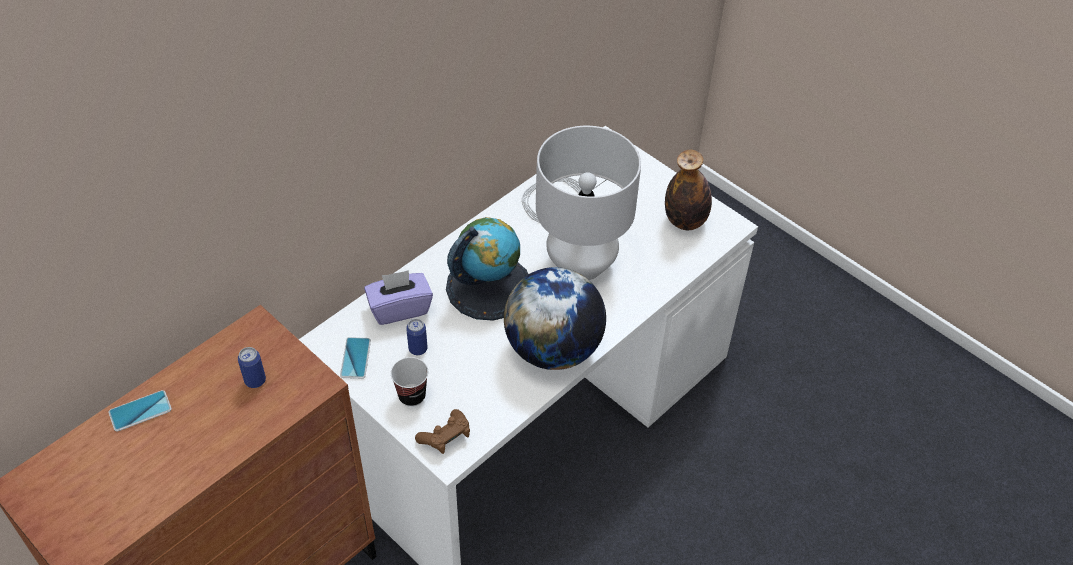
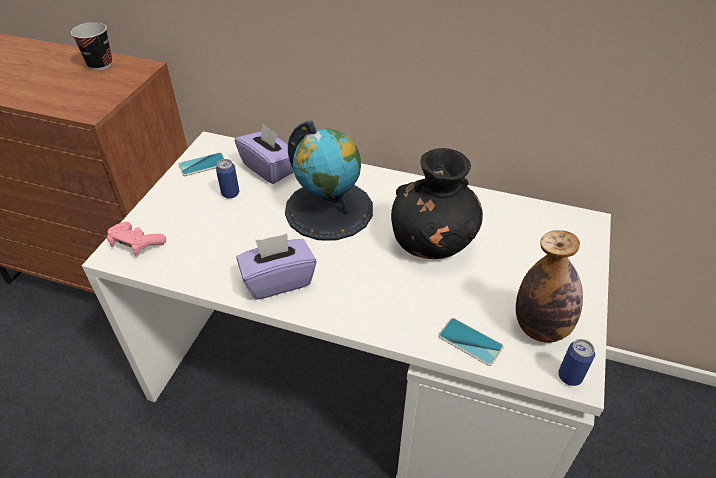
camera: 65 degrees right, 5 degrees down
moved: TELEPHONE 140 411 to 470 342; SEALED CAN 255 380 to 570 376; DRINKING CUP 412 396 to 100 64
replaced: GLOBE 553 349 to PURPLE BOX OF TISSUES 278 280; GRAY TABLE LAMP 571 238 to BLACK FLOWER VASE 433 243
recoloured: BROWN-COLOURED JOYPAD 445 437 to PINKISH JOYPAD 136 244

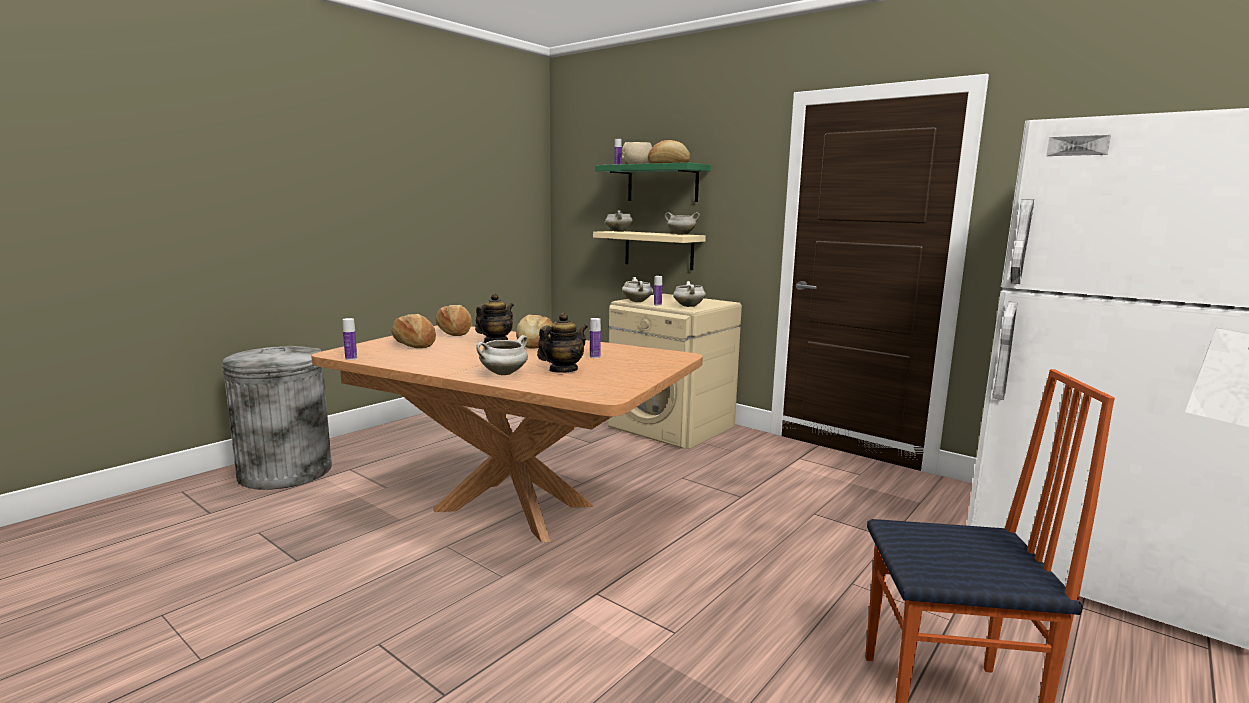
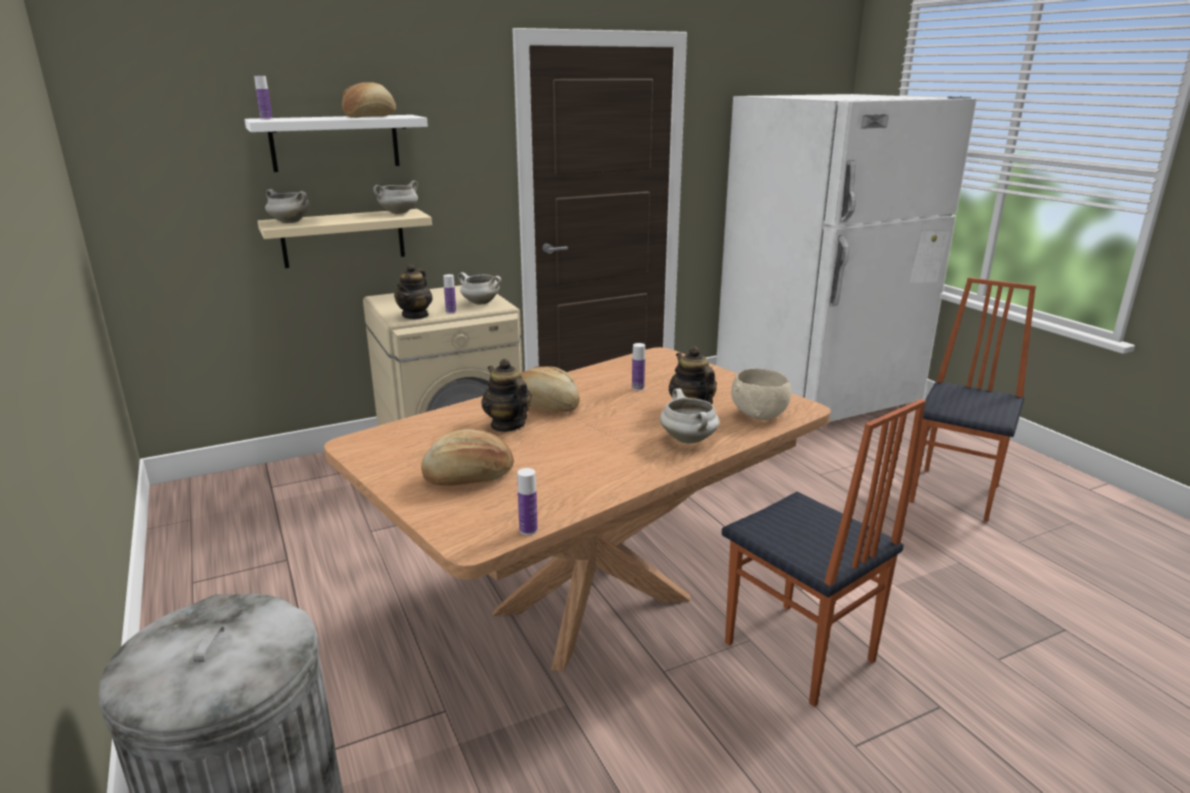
camera: 65 degrees left, 10 degrees up
removed: BAKERY BREAD 455 332
added: PLAIN CHAIR 798 654
moved: BEIGE-COLOURED BOWL 637 165 to 760 414
replaced: WHITISH COOKING POT 637 301 to POT FOR TEA 415 315
recoloured: GREEN BRACKET SHELF 662 183 to WHITISH BRACKET SHELF 335 143

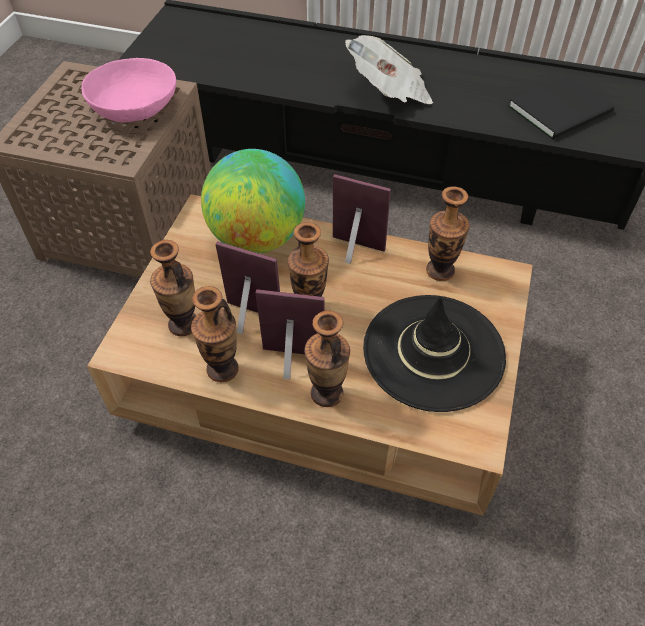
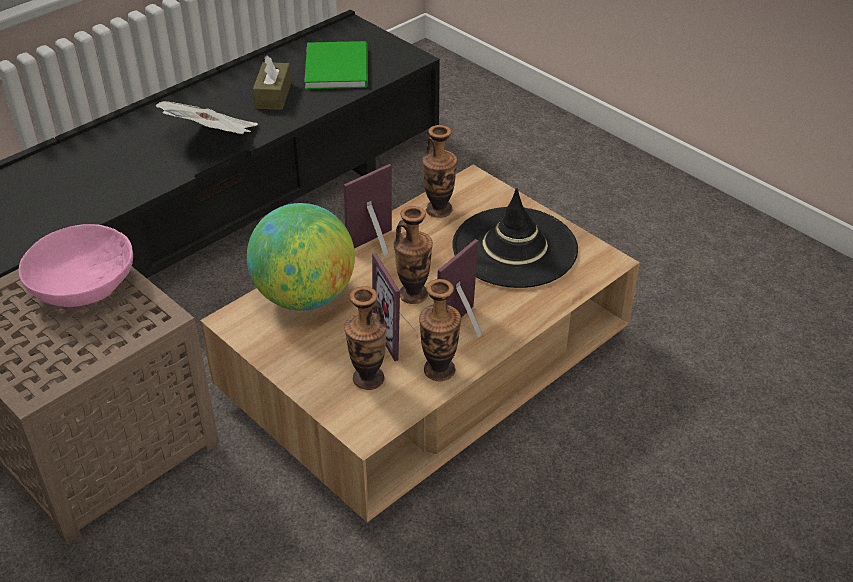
camera: 60 degrees left, 10 degrees down
removed: FLOWER VASE 326 393
added: BROWN-COLOURED BOX OF TISSUES 273 95
recoloured: BLACK VOLUME 563 109 to GREEN VOLUME 339 66
turned: STANDING FRAME 248 321 = 399 336 75 degrees counterclockwise

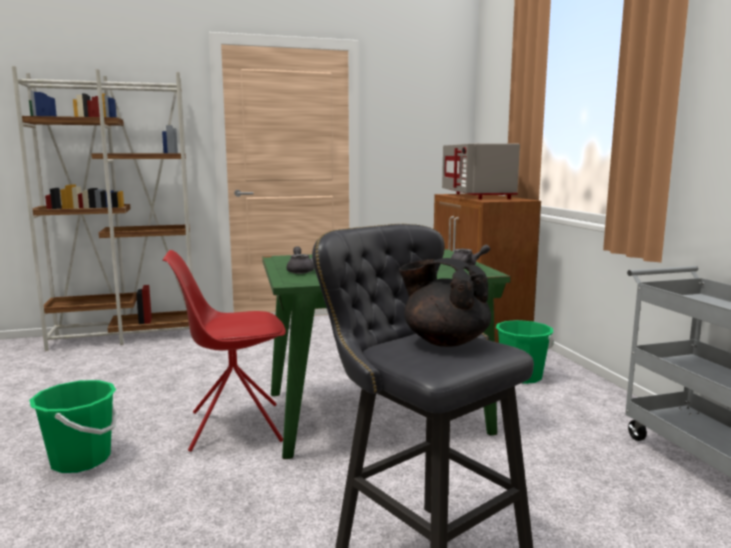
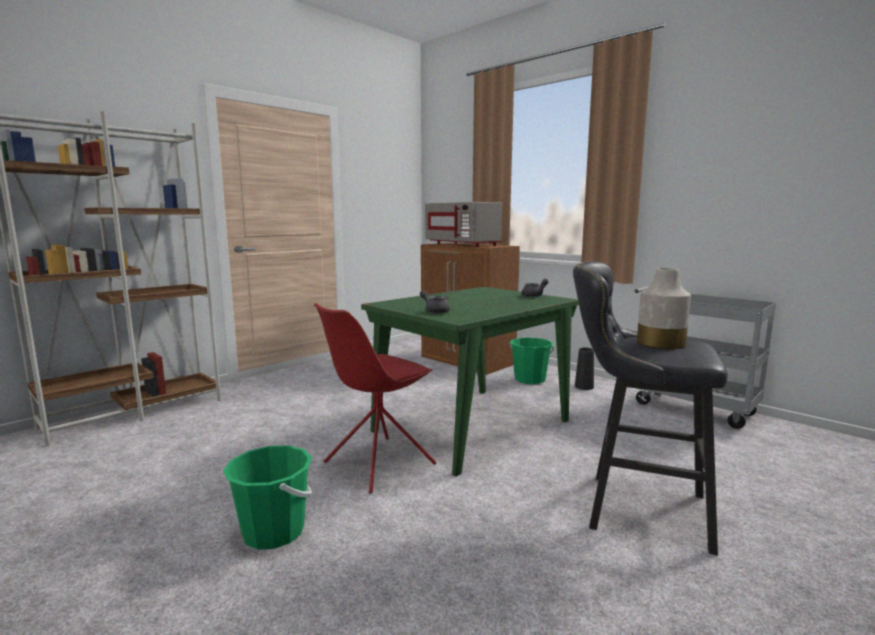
camera: 30 degrees left, 0 degrees up
added: BLACK FLOWER VASE 584 386
replaced: BLACK POT FOR TEA 444 341 to BEIGE-COLOURED FLOWER VASE 660 343

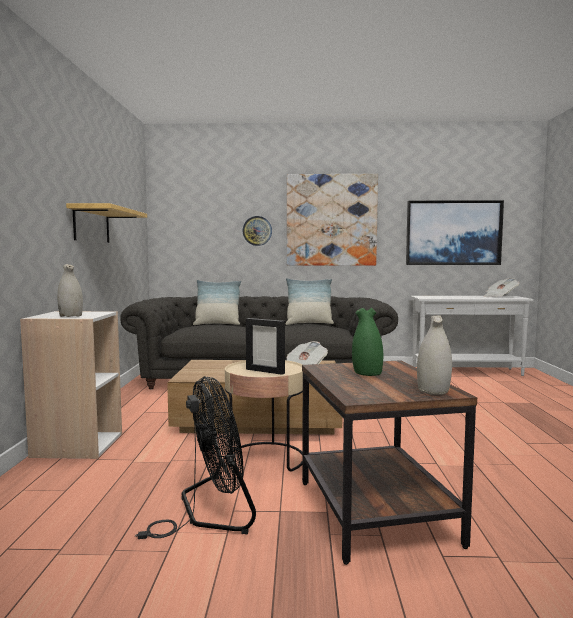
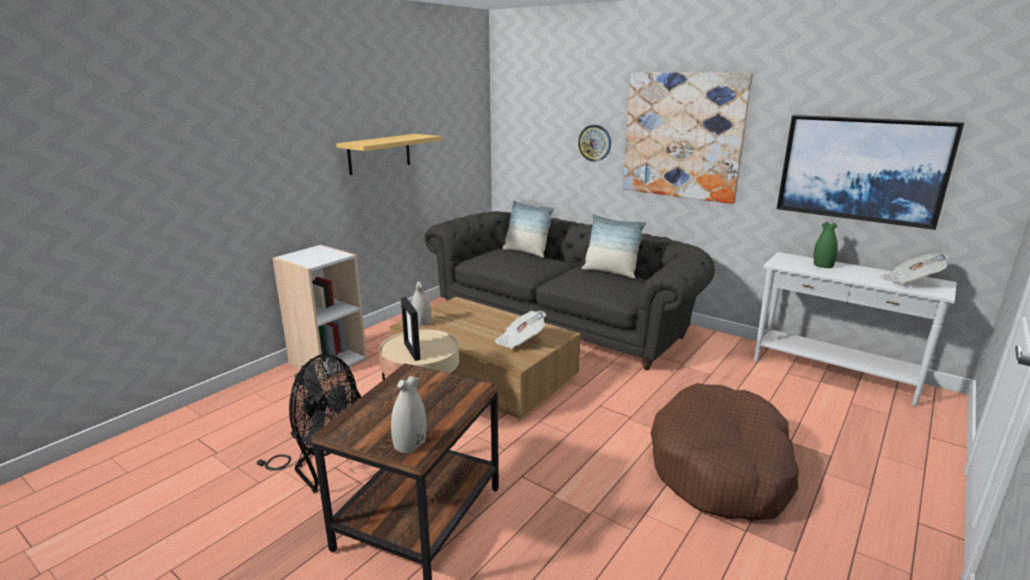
camera: 35 degrees right, 15 degrees up
added: BROWN-COLOURED DOG CUSHION 721 467
moved: WHITISH FLOWER VASE 70 316 to 422 323; GREEN FLOWER VASE 367 373 to 822 265

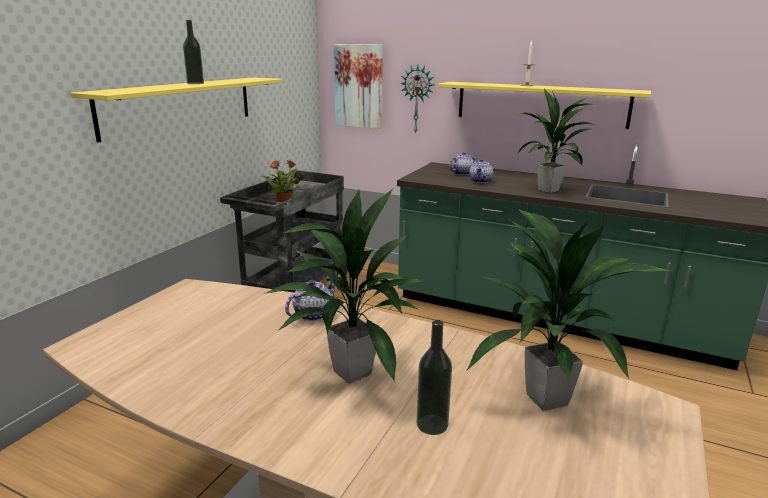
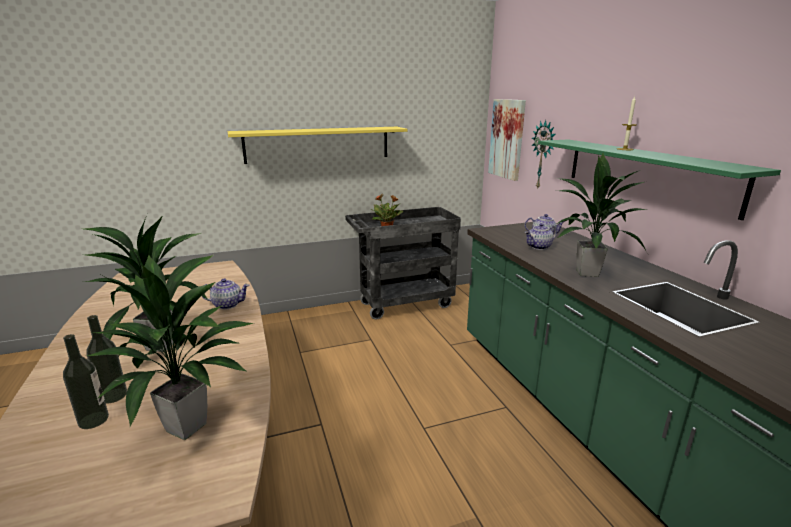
camera: 45 degrees right, 0 degrees up
moved: BEVERAGE BOTTLE 195 83 to 93 420
recoloured: YELLOWISH BRACKET SHELF 540 104 to GREEN BRACKET SHELF 645 173

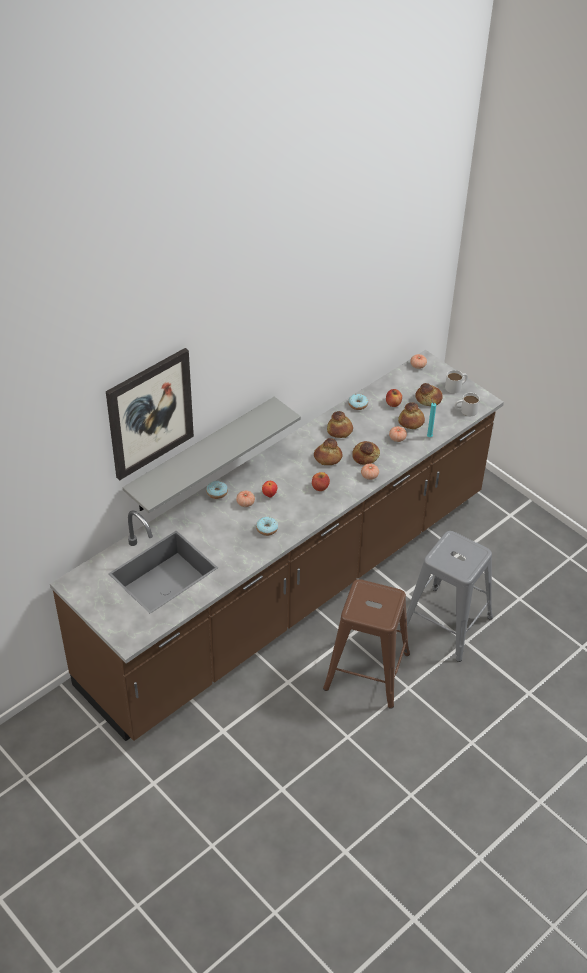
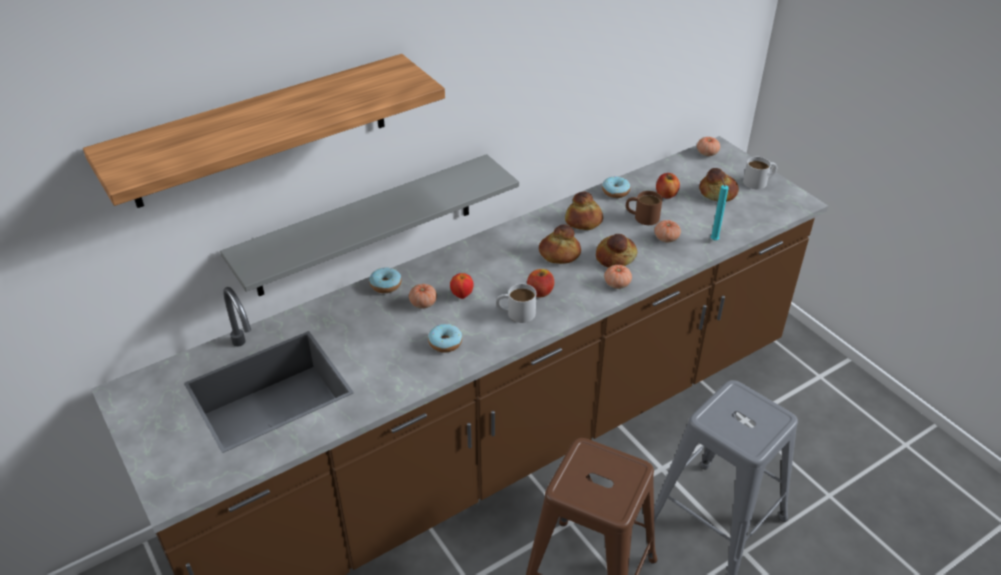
camera: 10 degrees right, 5 degrees down
removed: BAKERY BREAD 411 422
added: BROWN-COLOURED MUG 642 216
moved: WHITISH MUG 465 410 to 515 313
replaced: WALL ART 150 413 to BRACKET SHELF 260 131

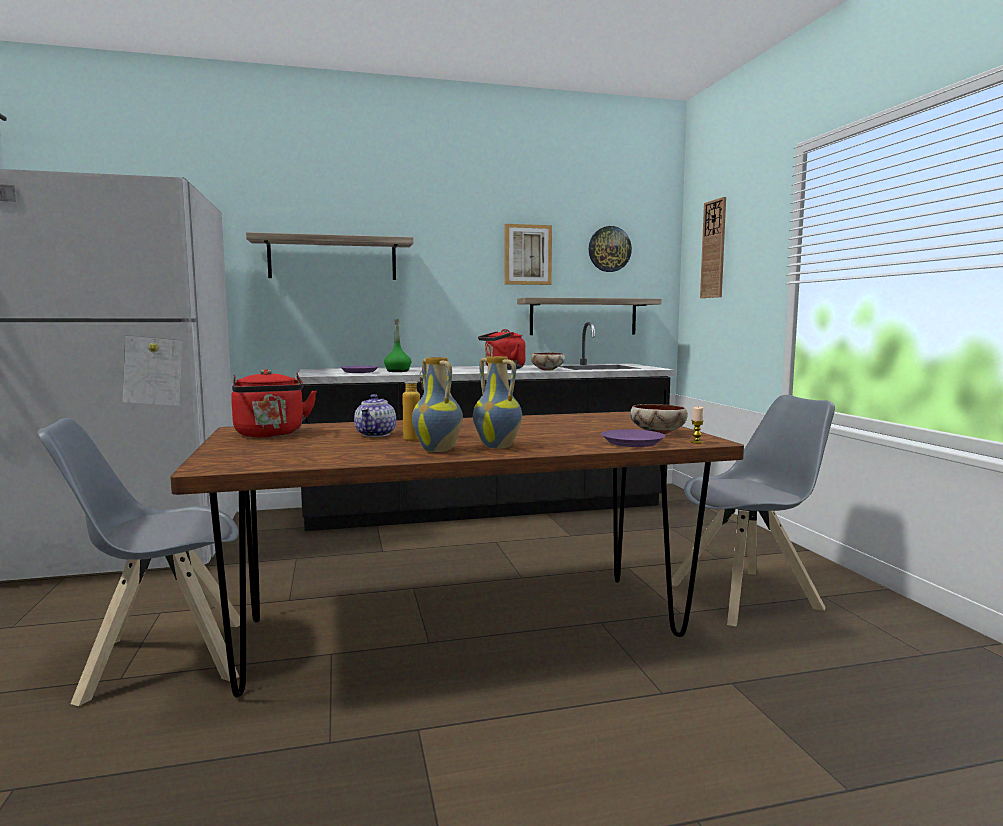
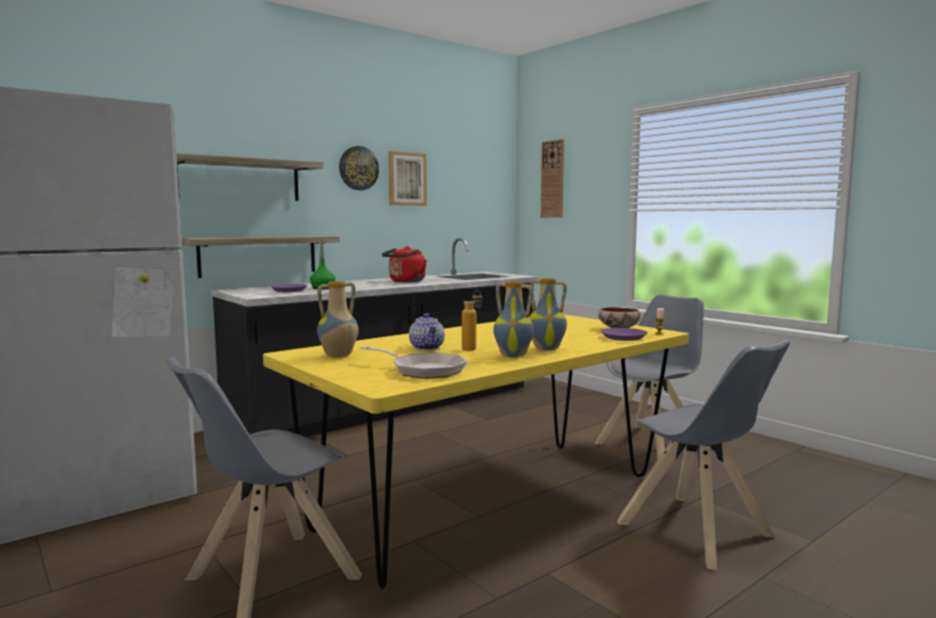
camera: 25 degrees left, 0 degrees up
removed: BOWL 547 370
added: FRYING PAN 423 370; GRAY PLAIN CHAIR 698 532
moved: BRACKET SHELF 583 316 to 258 255; WALL CLOCK 609 249 to 358 168
replaced: RED WATER KETTLE 270 435 to FLOWER VASE 338 356
recoloured: BROWN-COLOURED DINNER TABLE 464 627 to YELLOWISH DINNER TABLE 492 500

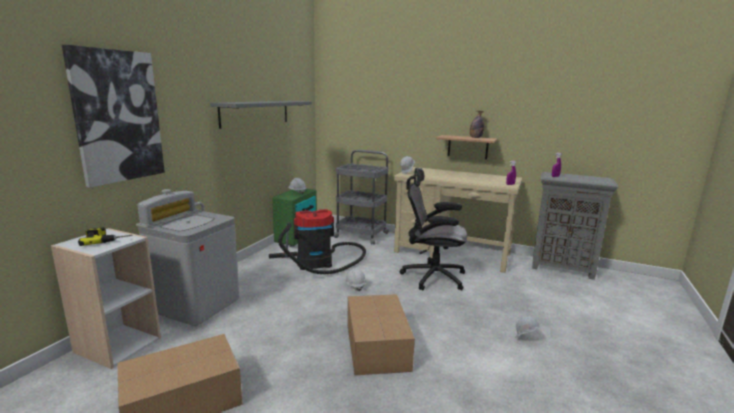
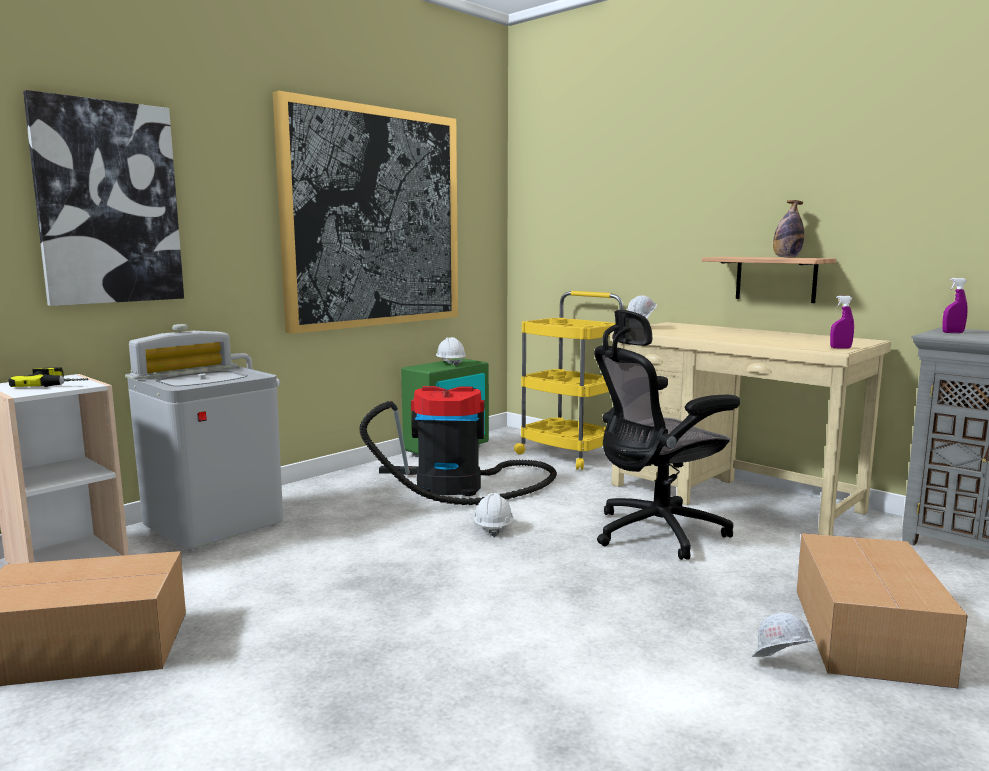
camera: 20 degrees right, 5 degrees down
moved: CARDBOARD BOX 377 345 to 868 633
replaced: GRAY BRACKET SHELF 255 113 to WALL ART 373 218
recoloured: GRAY WHEELED CART 361 235 to YELLOWISH WHEELED CART 568 454
turned: DESK CHAIR 433 278 = 658 533 60 degrees counterclockwise

